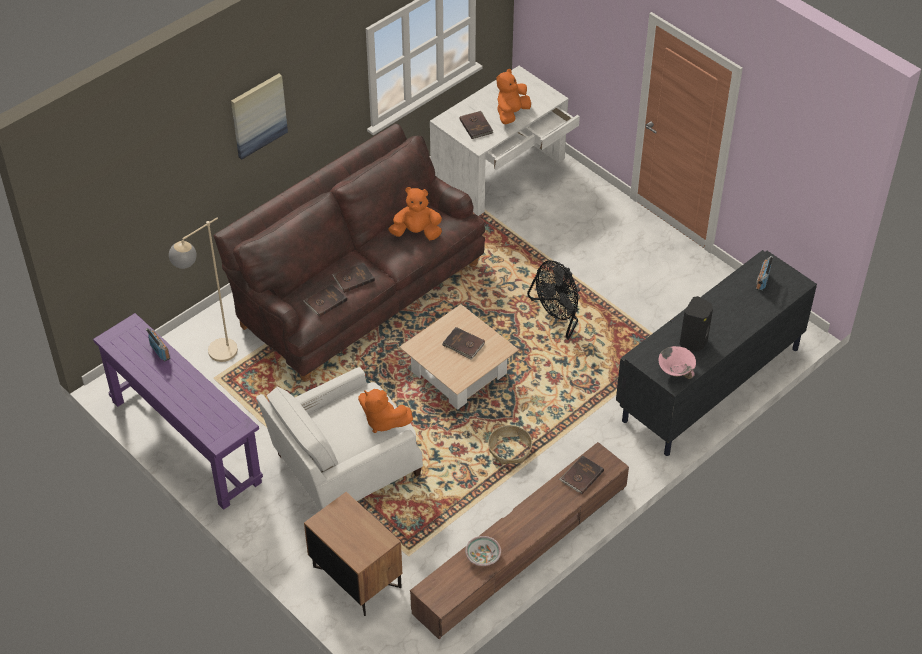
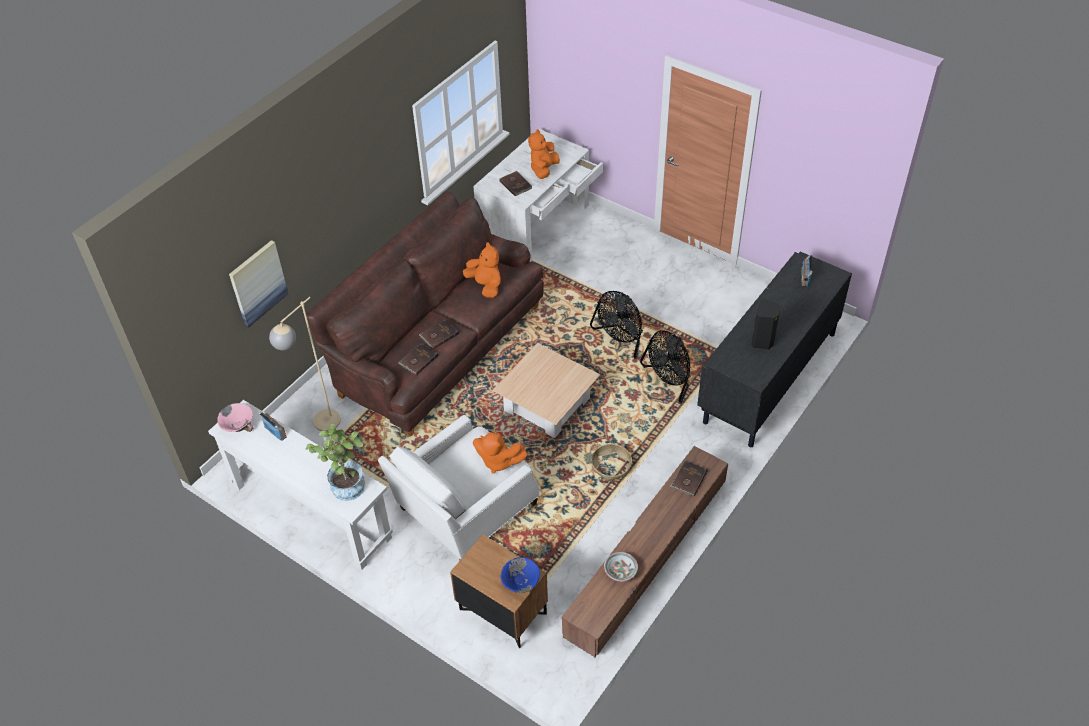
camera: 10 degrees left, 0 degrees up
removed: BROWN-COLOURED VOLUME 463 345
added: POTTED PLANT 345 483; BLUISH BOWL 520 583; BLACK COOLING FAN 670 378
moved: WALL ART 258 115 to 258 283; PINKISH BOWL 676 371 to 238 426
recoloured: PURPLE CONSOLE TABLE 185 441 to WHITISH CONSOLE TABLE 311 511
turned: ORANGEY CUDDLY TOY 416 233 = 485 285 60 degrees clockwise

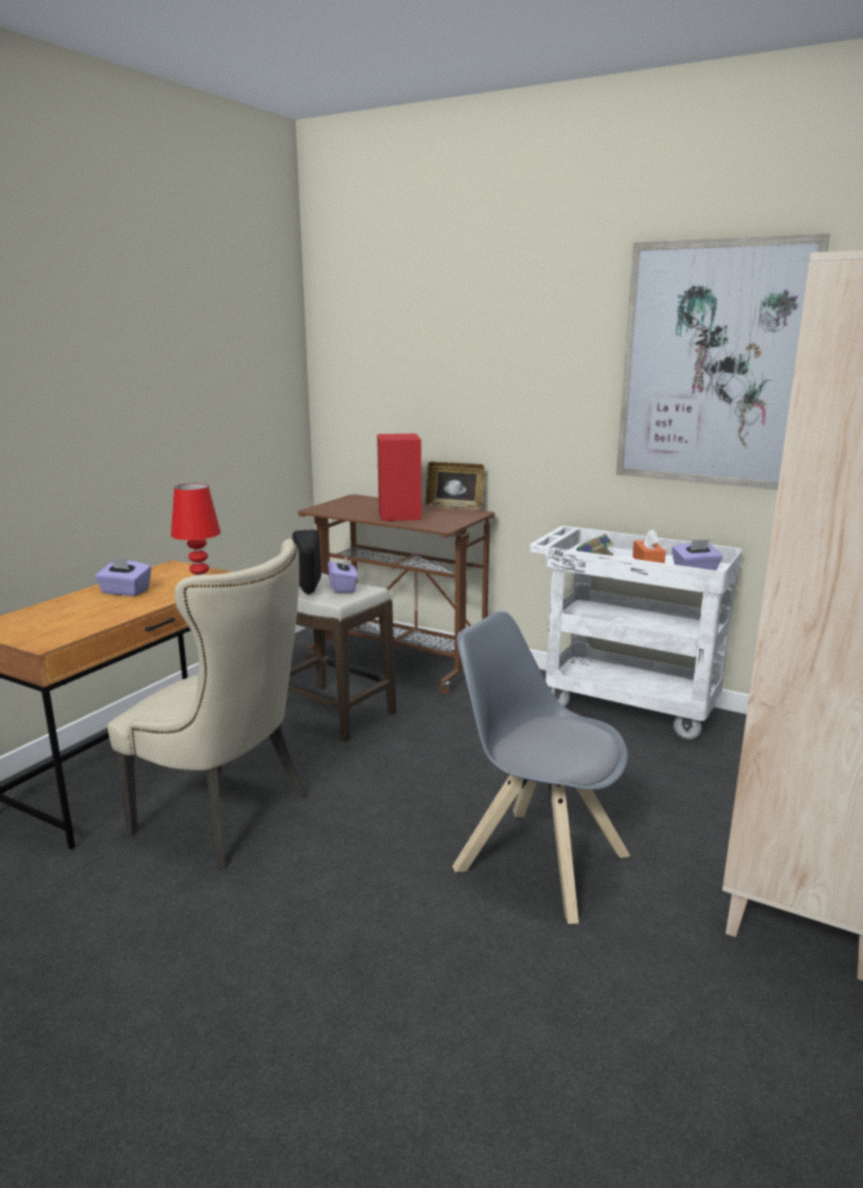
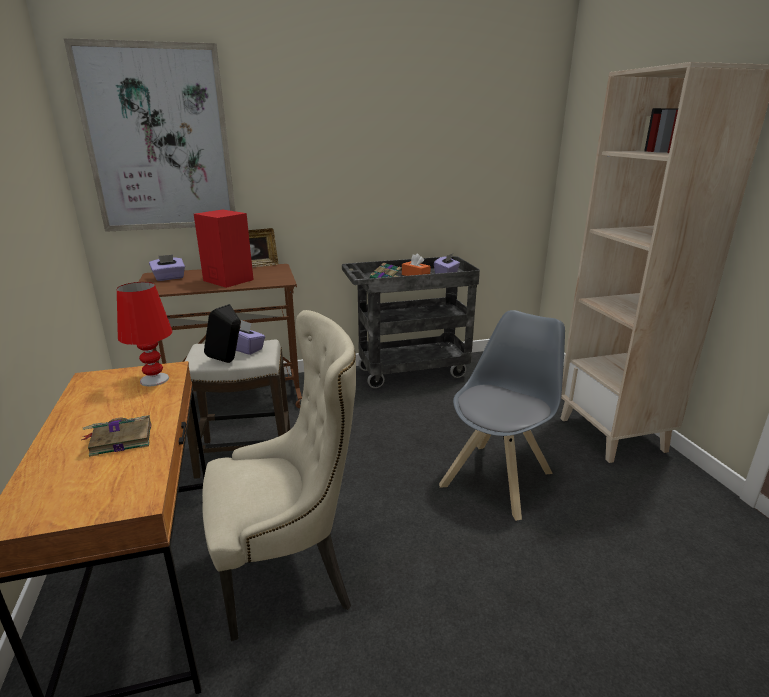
camera: 45 degrees left, 5 degrees up
added: VOLUME 120 439
moved: PURPLE BOX OF TISSUES 125 592 to 169 278; WALL ART 713 365 to 159 140
recoloured: WHITISH WHEELED CART 621 708 to BLACK WHEELED CART 407 374
turned: GRAY PLAIN CHAIR 537 860 = 498 477 135 degrees clockwise

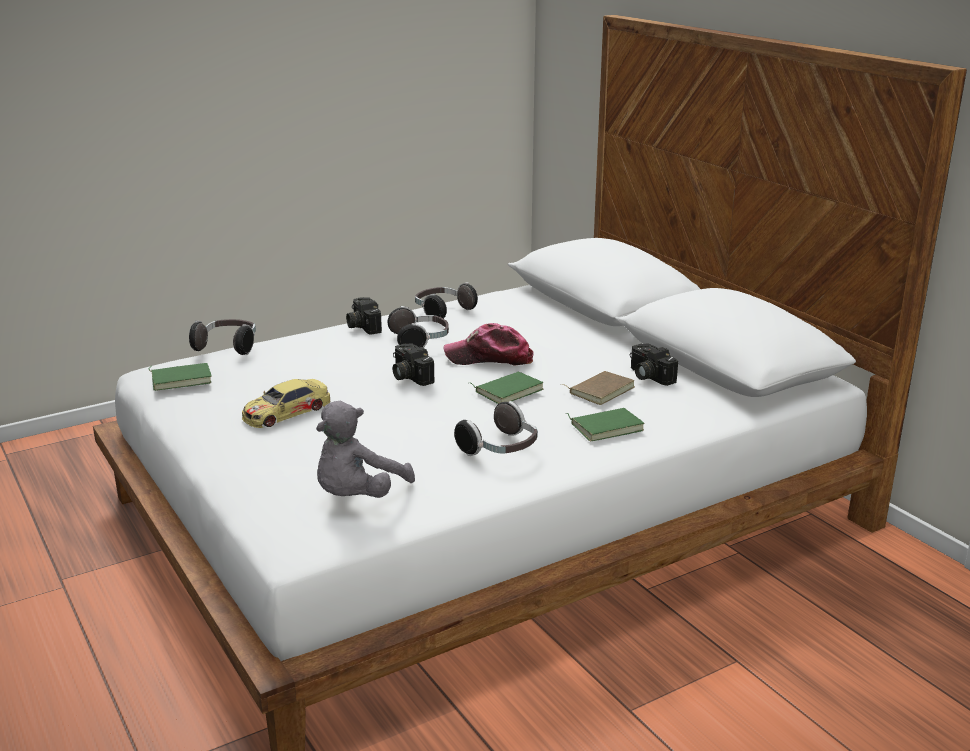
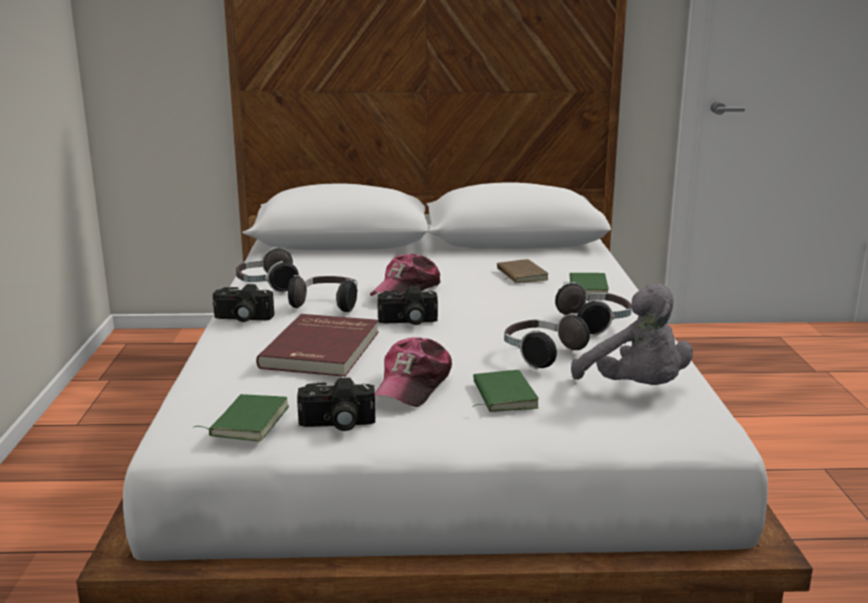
camera: 60 degrees left, 5 degrees down
added: RED VOLUME 323 349
moved: PAIR OF HEADPHONES 228 347 to 541 354; GREEN VOLUME 508 390 to 502 395; PHOTO CAMERA 648 376 to 336 424
replaced: MODEL CAR 286 411 to PEAKED CAP 413 385

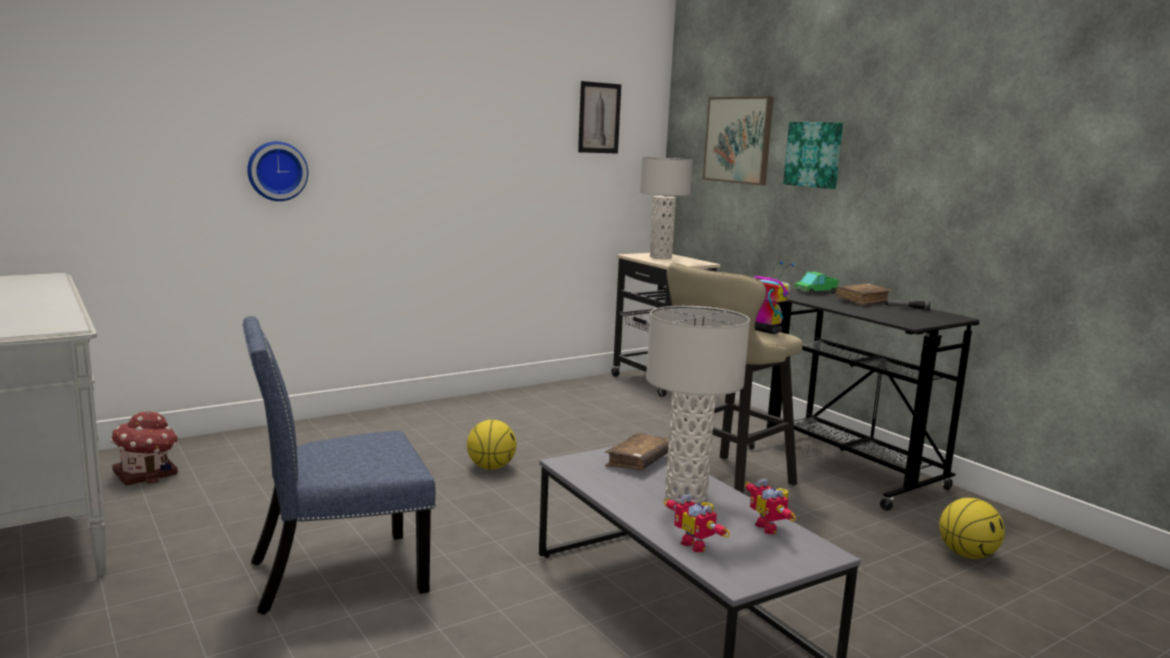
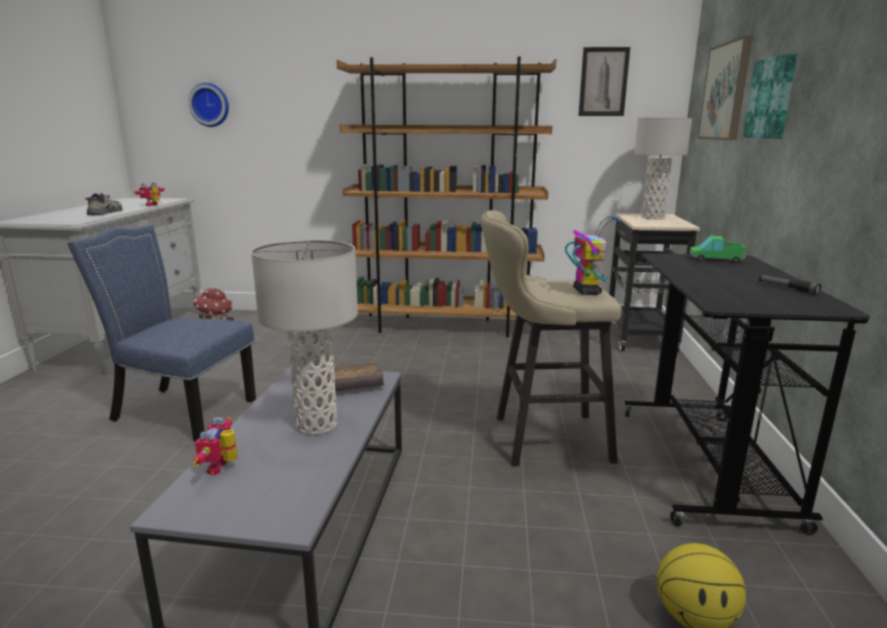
camera: 40 degrees right, 5 degrees up
removed: BASKETBALL 491 467; BROWN-COLOURED VOLUME 862 301
added: LOW SHOE 106 212; BROWN-COLOURED SHELVING UNIT 445 326
moved: WALL CLOCK 276 171 to 210 105; MODEL ROBOT 770 527 to 153 205

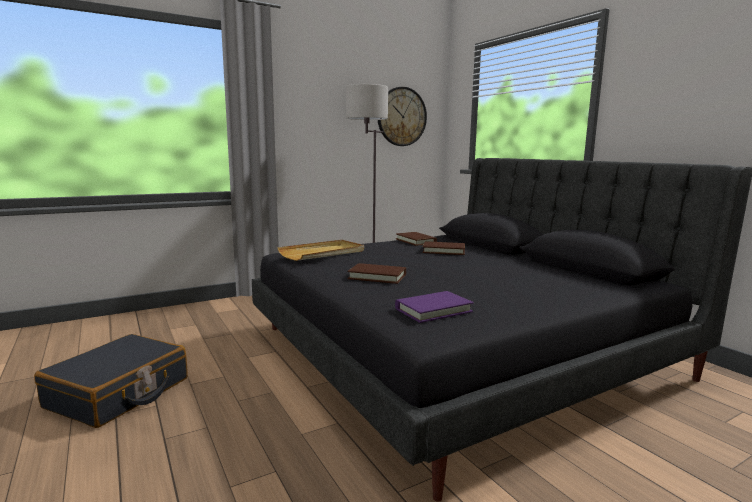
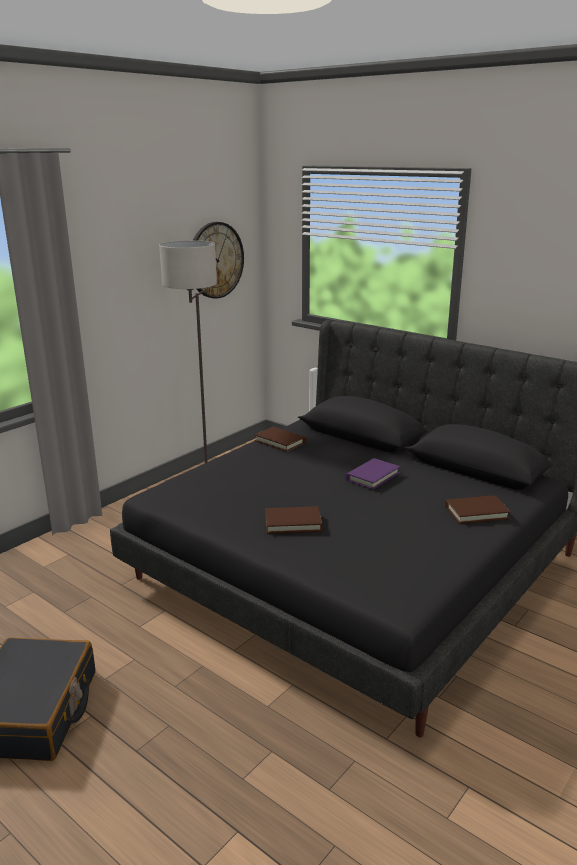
camera: 20 degrees left, 10 degrees up
removed: BEIGE-COLOURED CARRYING TRAY 323 253
moved: PURPLE VOLUME 433 310 to 372 476; BROWN-COLOURED VOLUME 444 251 to 476 512

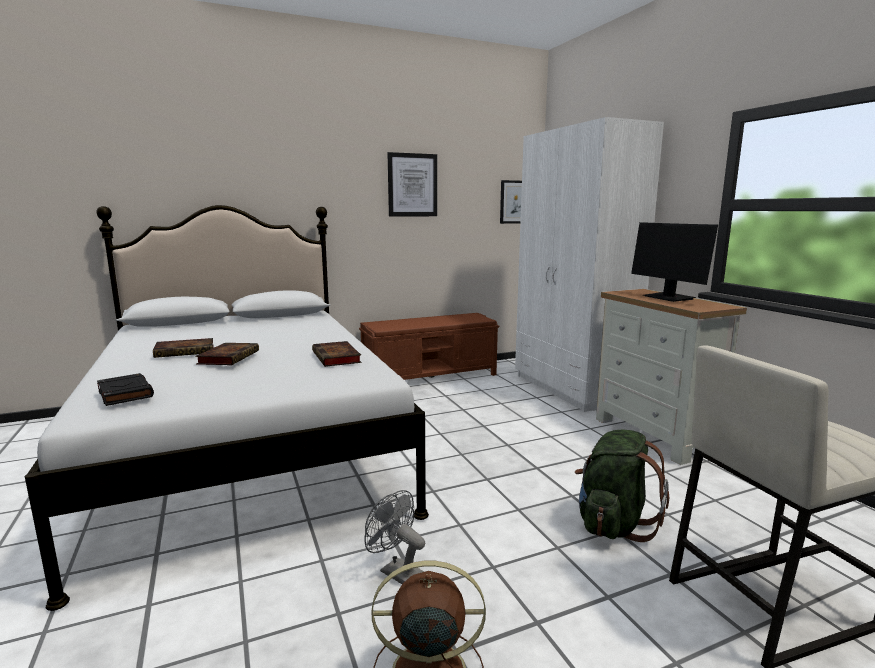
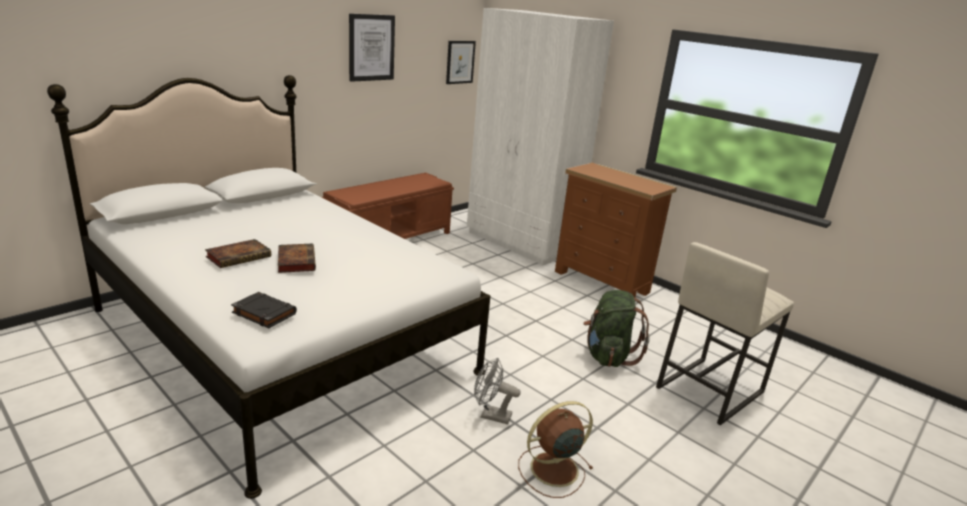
camera: 25 degrees left, 10 degrees up
removed: VOLUME 337 358; MONITOR 668 298
recoloured: WHITISH CHEST OF DRAWERS 653 436 to BROWN-COLOURED CHEST OF DRAWERS 601 282

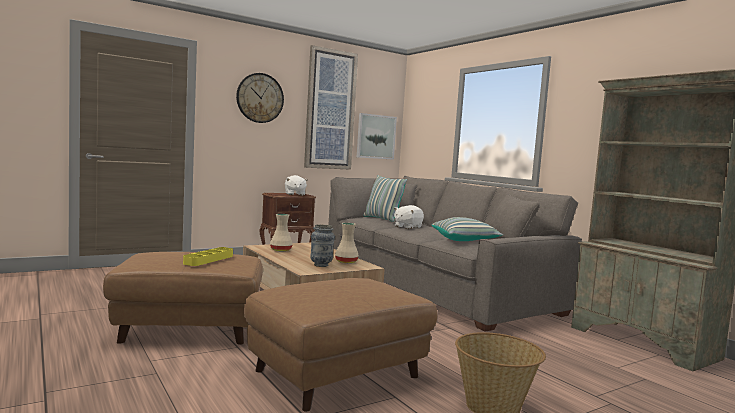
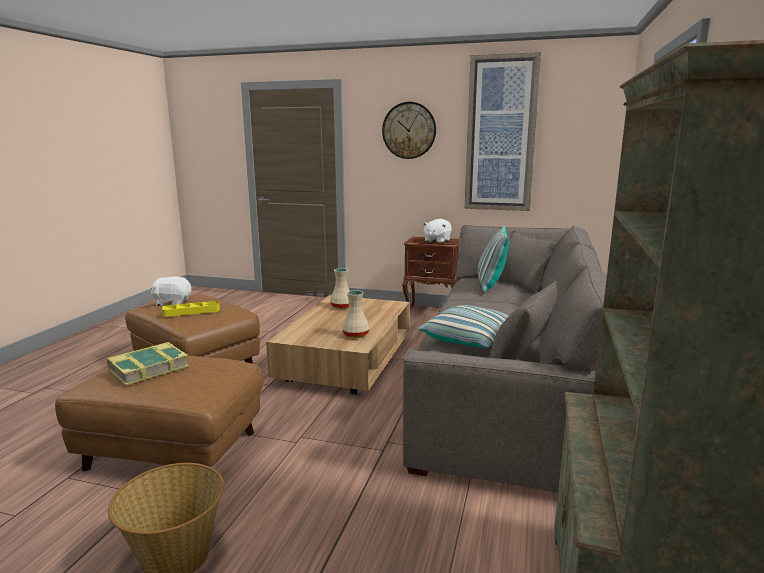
camera: 50 degrees right, 10 degrees up
removed: FLOWER VASE 321 265; WALL ART 376 136
added: VOLUME 148 368
moved: WHITISH CUDDLY TOY 407 227 to 172 303

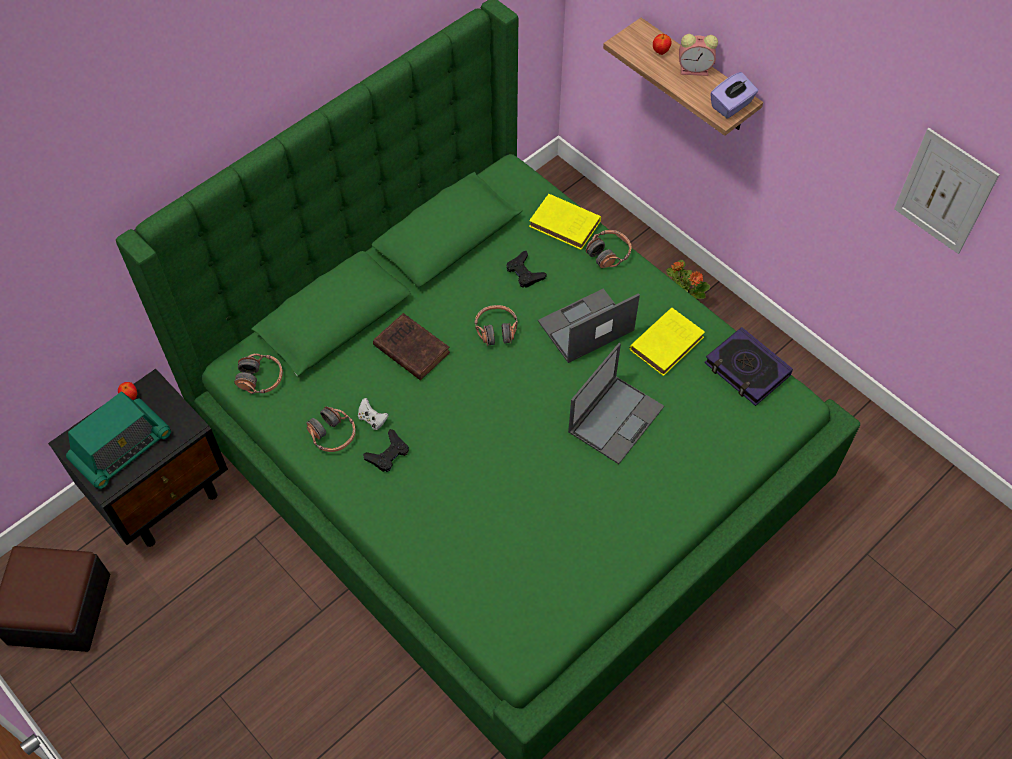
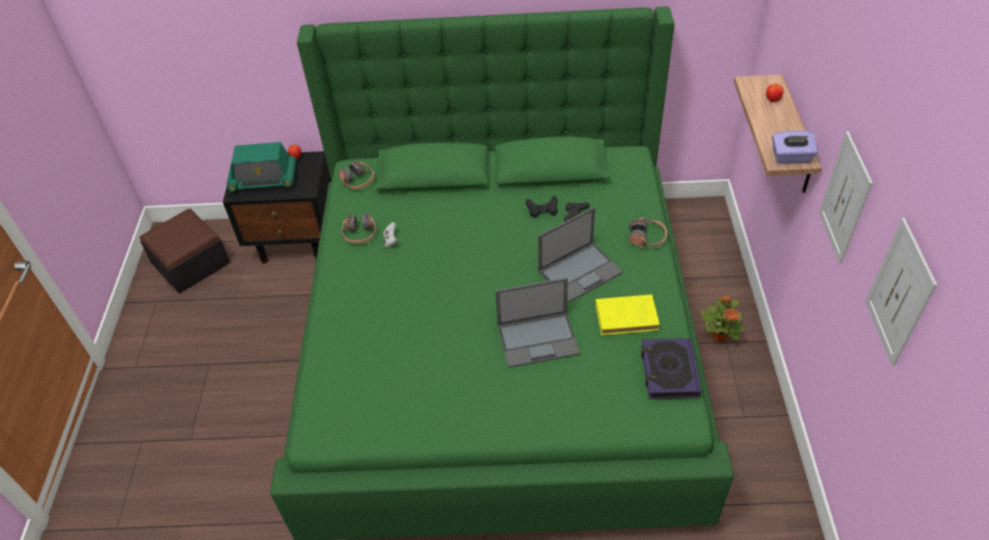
camera: 45 degrees right, 10 degrees down
removed: BROWN-COLOURED VOLUME 410 348; PAIR OF HEADPHONES 496 330; YELLOWISH VOLUME 566 225; ALARM CLOCK 695 69
added: WALL ART 845 198
moved: BLACK JOYPAD 388 454 to 542 209
turned: PORTABLE COMPUTER 585 327 = 580 271 135 degrees clockwise

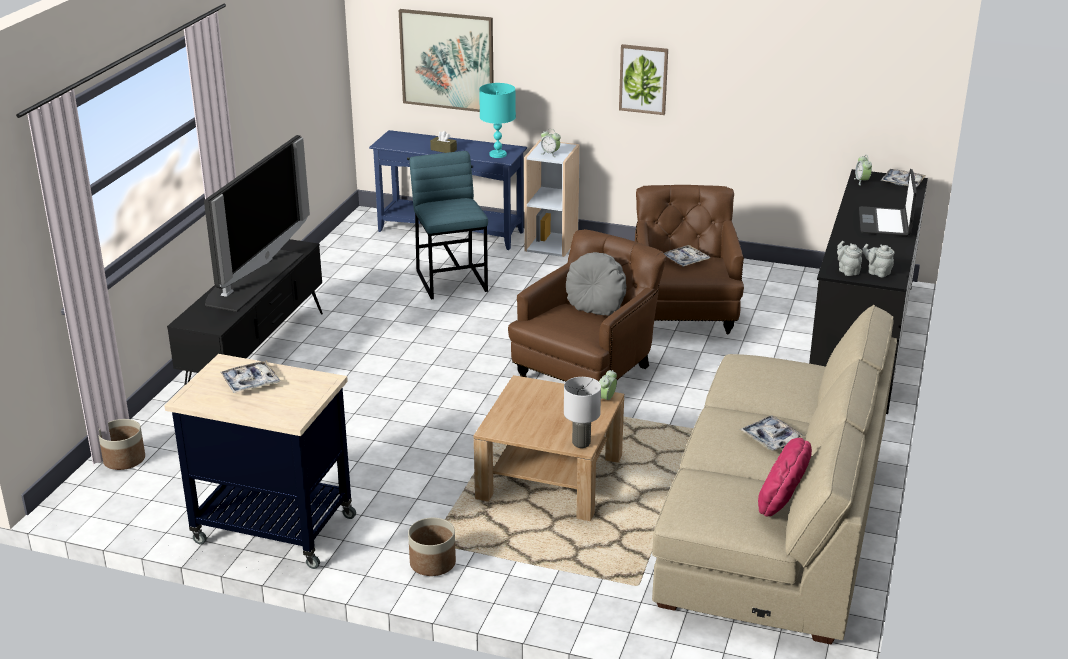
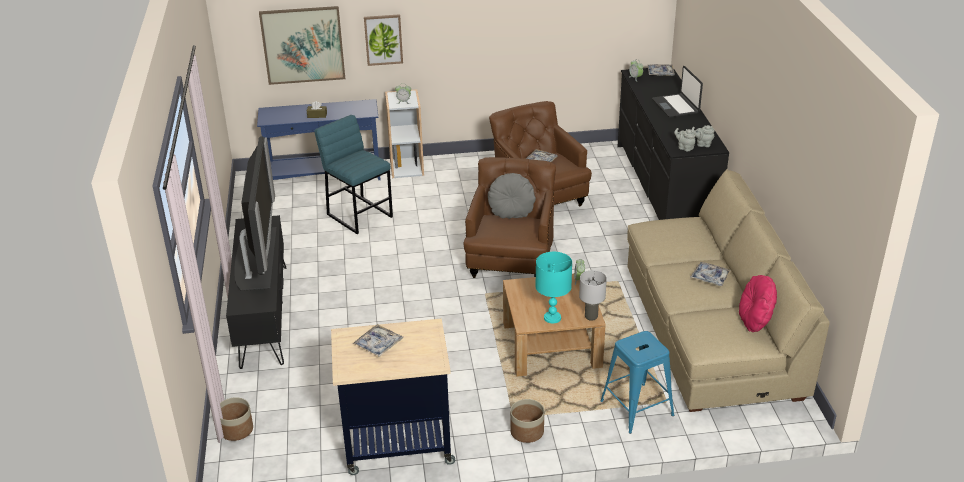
camera: 25 degrees left, 5 degrees up
added: BLUISH SITTING STOOL 637 408
moved: TURQUOISE-COLOURED TABLE LAMP 498 154 to 552 317; WALL ART 643 79 to 383 39

